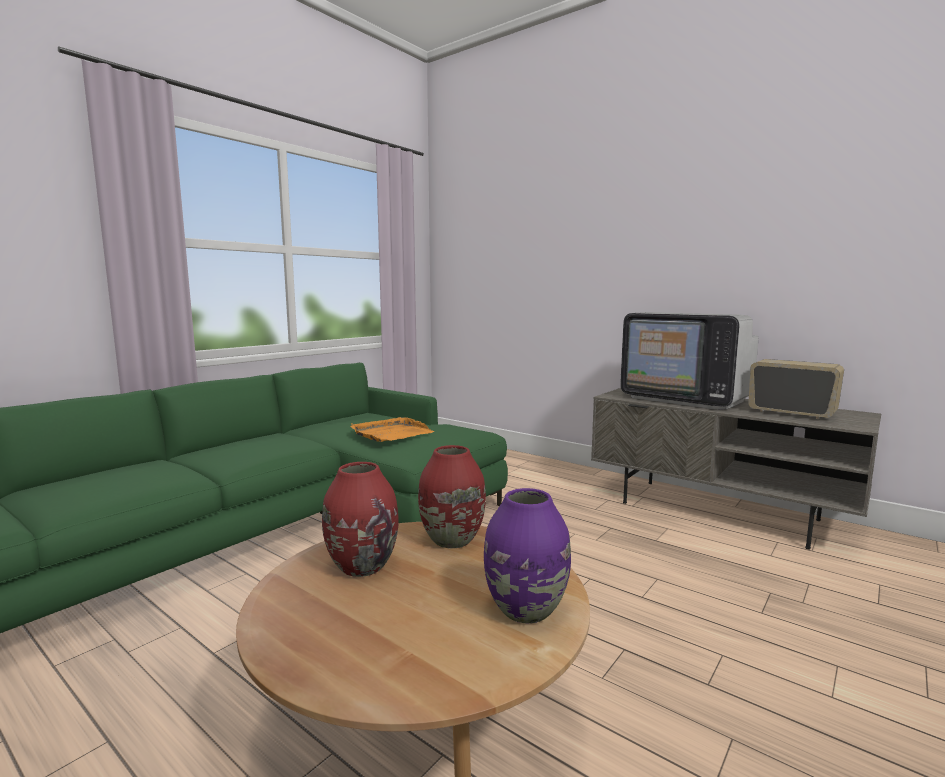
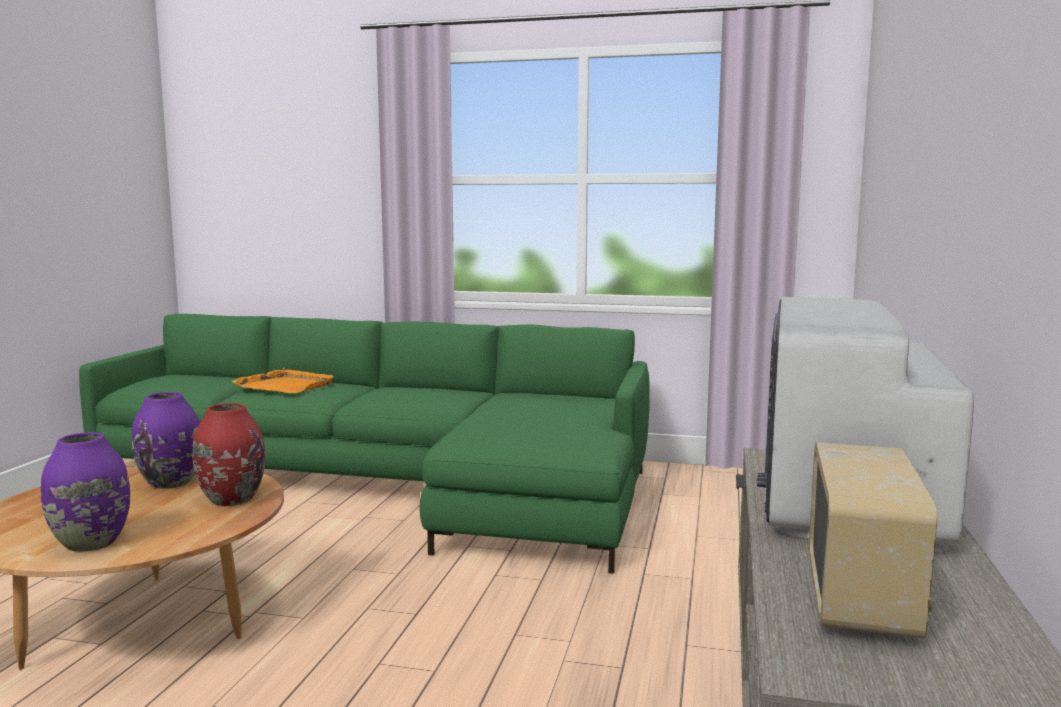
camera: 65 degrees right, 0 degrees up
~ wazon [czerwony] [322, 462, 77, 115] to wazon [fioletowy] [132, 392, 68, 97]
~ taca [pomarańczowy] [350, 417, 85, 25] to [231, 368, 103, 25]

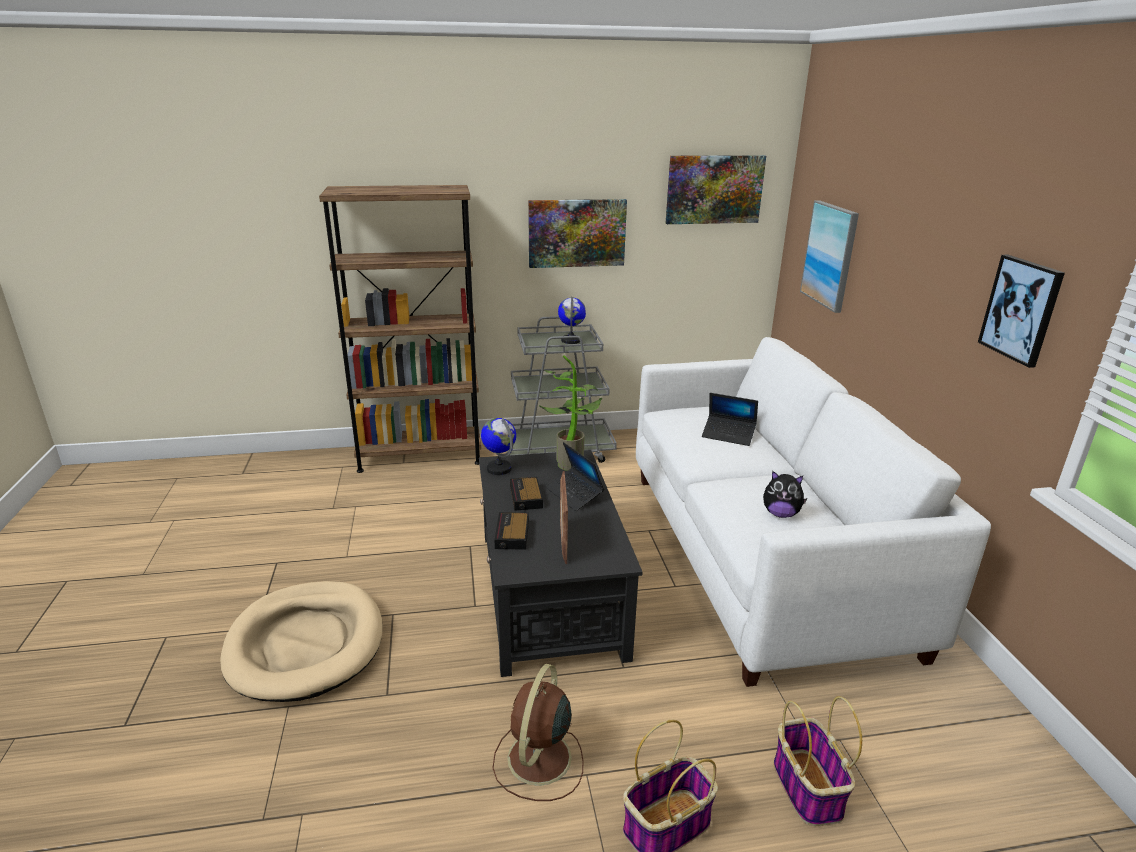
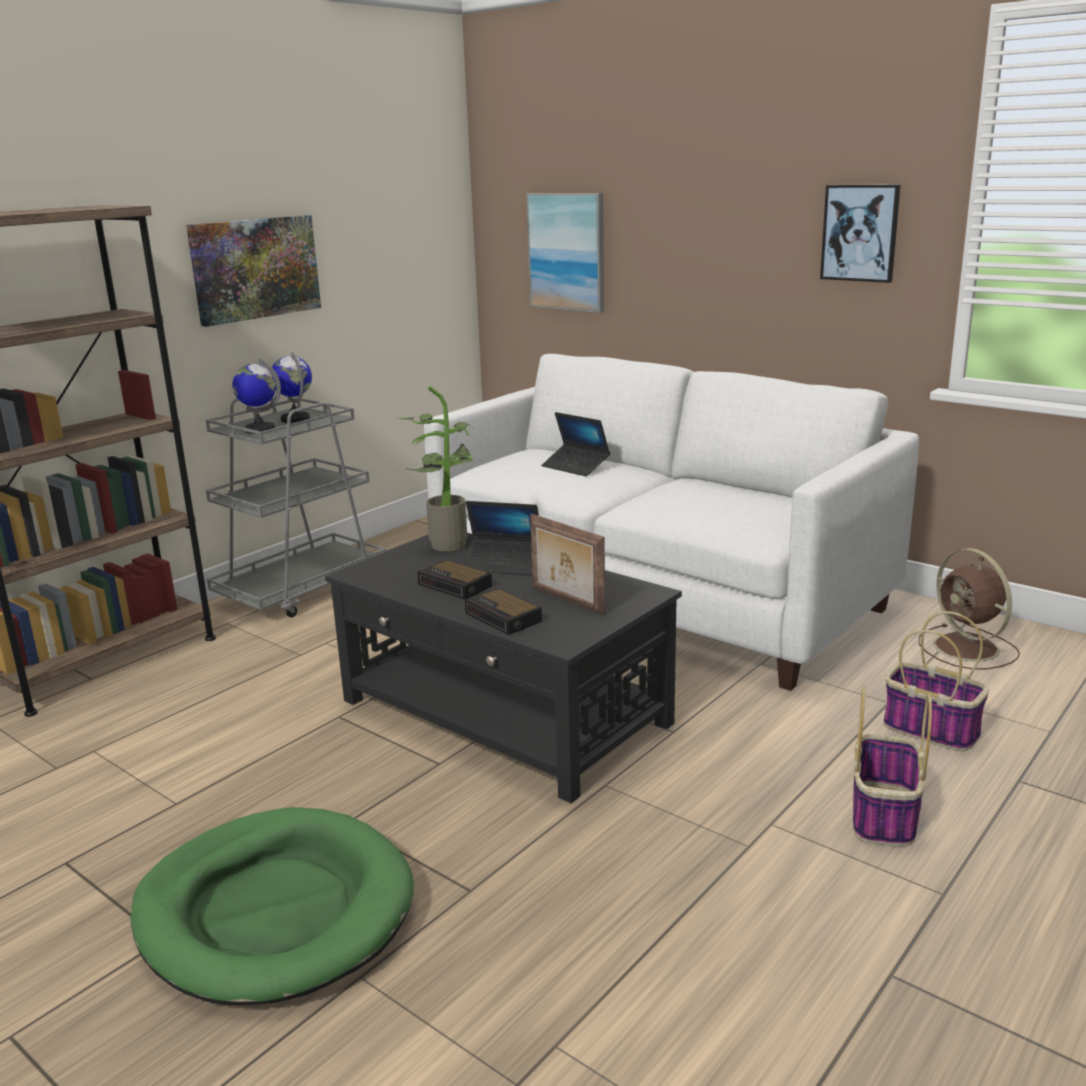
camera: 40 degrees left, 5 degrees down
~ legowisko [beżowy] [220, 581, 163, 121] to legowisko [zielony] [130, 807, 284, 198]
~ globus [481, 418, 35, 57] to [232, 359, 49, 75]
~ wentylator [brązowy] [492, 664, 92, 137] to [919, 548, 101, 121]
- obraz [666, 155, 100, 69]
~ laptop [702, 393, 56, 53] = [541, 412, 69, 64] 60 degrees clockwise
- pluszak [763, 471, 44, 47]

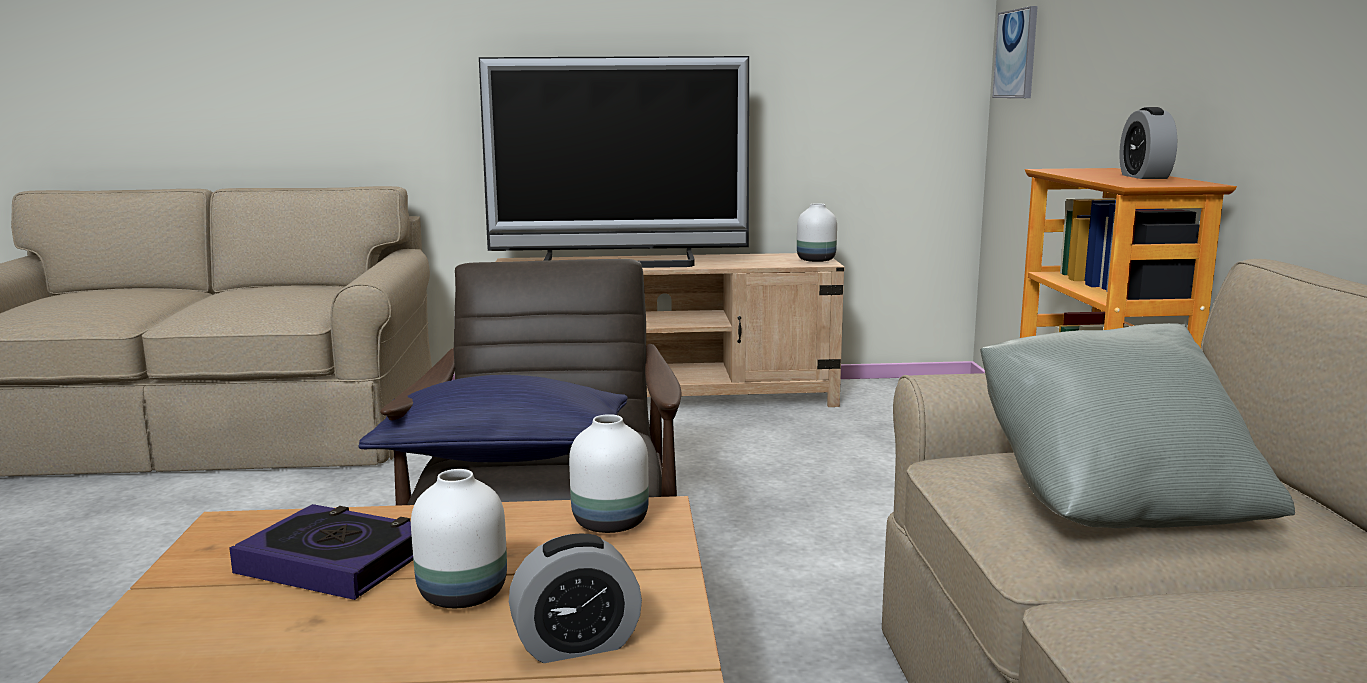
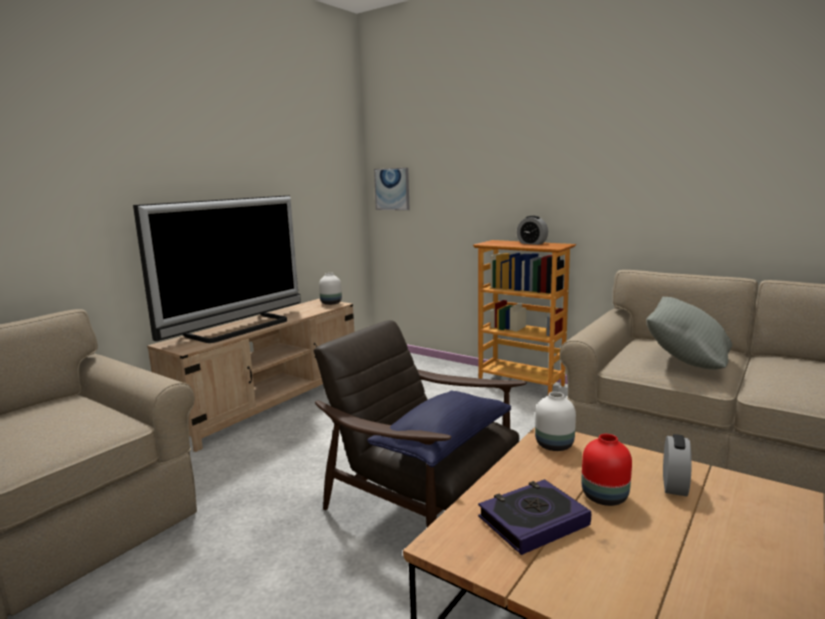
camera: 50 degrees left, 0 degrees up
~ wazon [biały] [411, 469, 96, 139] to wazon [czerwony] [581, 434, 51, 72]

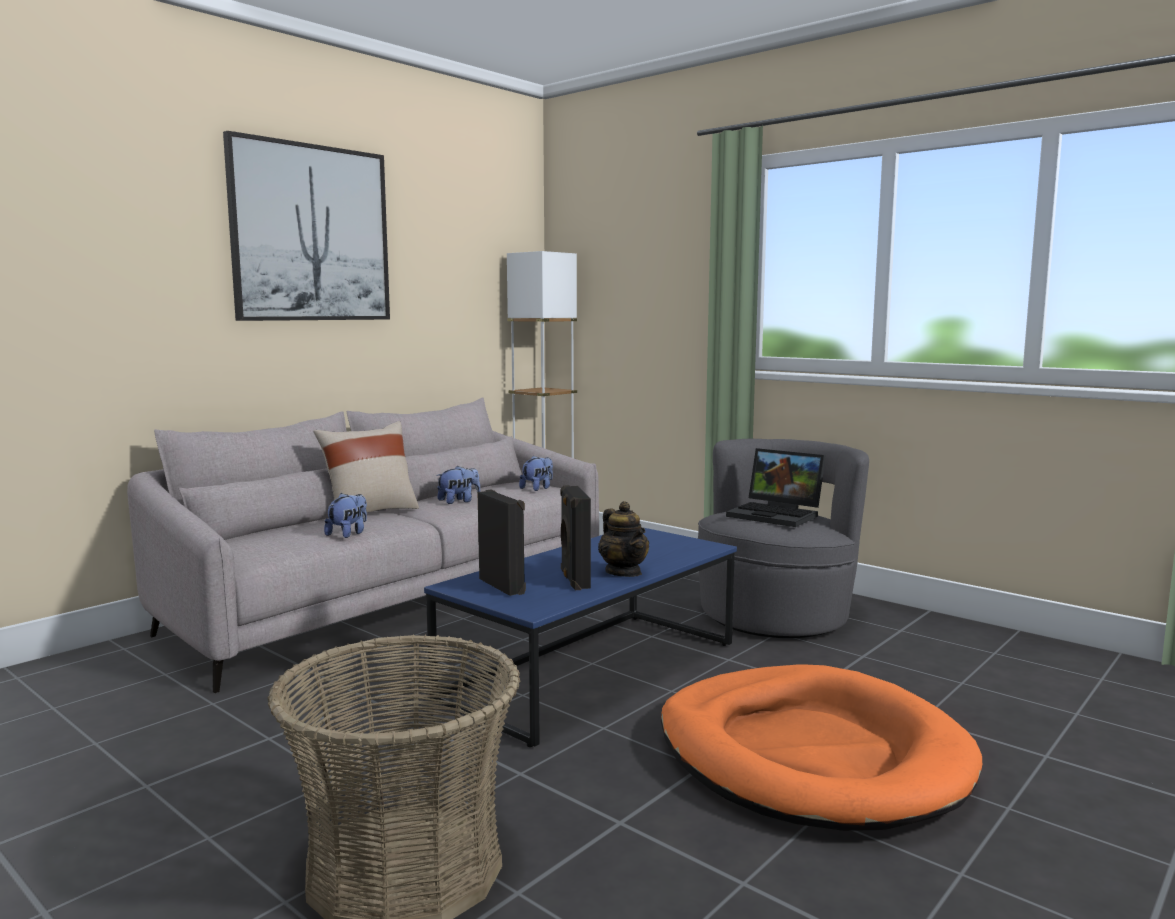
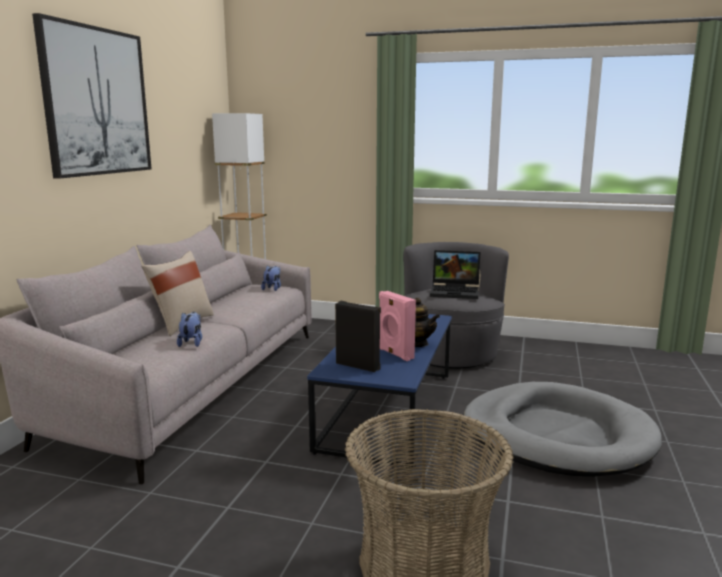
camera: 25 degrees left, 5 degrees up
- pluszak [436, 466, 44, 38]
~ głośnik [czarny] [560, 485, 31, 105] to głośnik [różowy] [379, 291, 37, 70]
~ legowisko [pomarańczowy] [661, 664, 321, 167] to legowisko [szary] [464, 382, 198, 95]

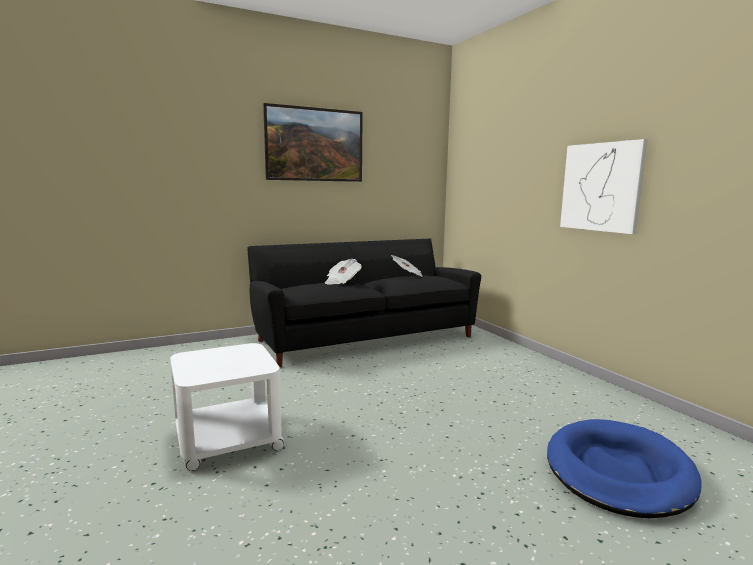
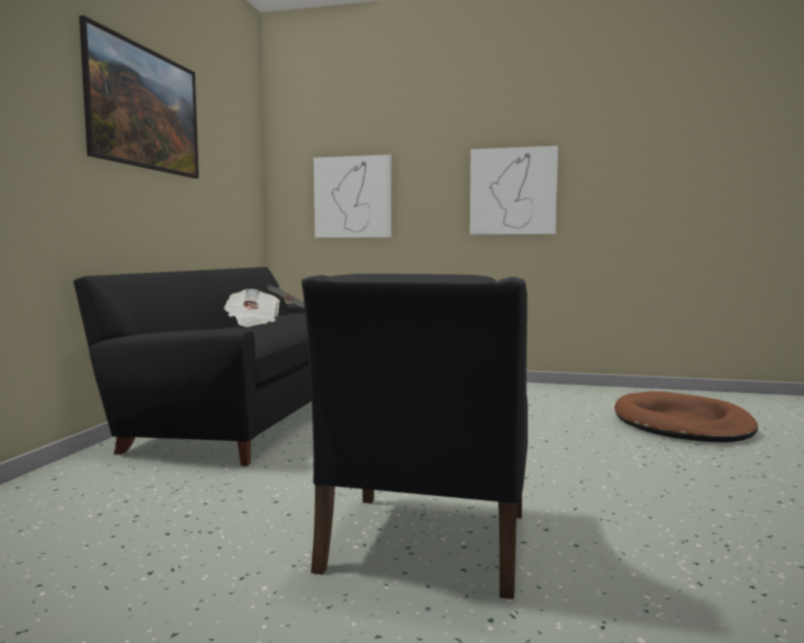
camera: 50 degrees left, 5 degrees down
~ stolik [biały] [170, 343, 115, 128] to fotel [czarny] [302, 274, 226, 325]
~ legowisko [niebieski] [547, 419, 155, 99] to legowisko [brązowy] [614, 391, 144, 52]
+ obraz [314, 155, 78, 83]

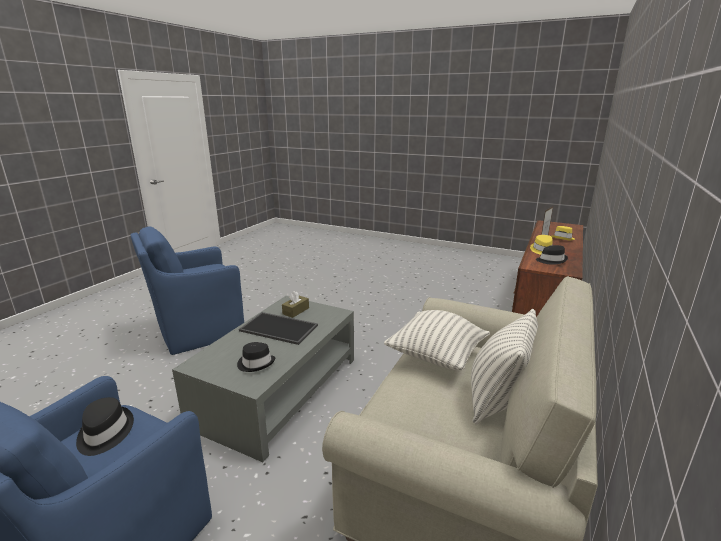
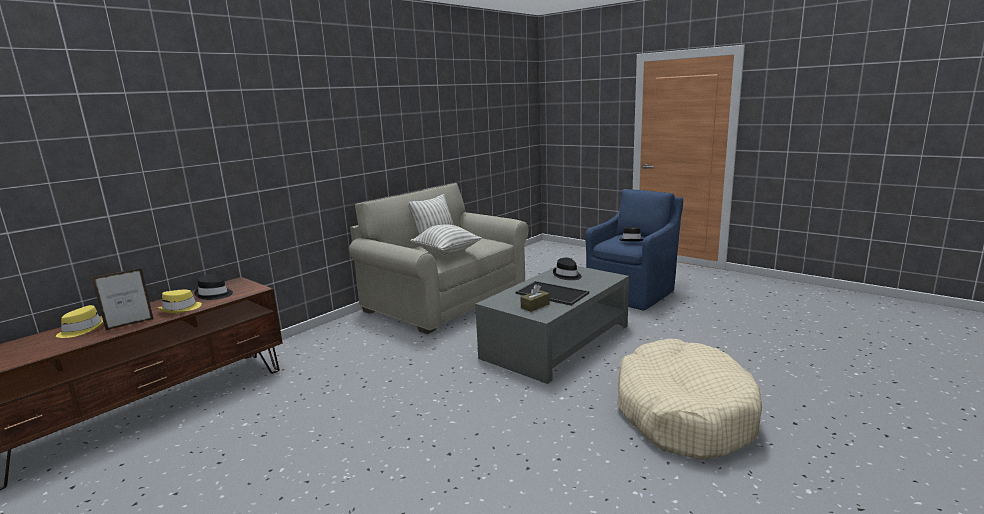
camera: 165 degrees left, 5 degrees down
~ fotel [niebieski] [130, 226, 114, 129] to legowisko [beżowy] [617, 339, 145, 121]

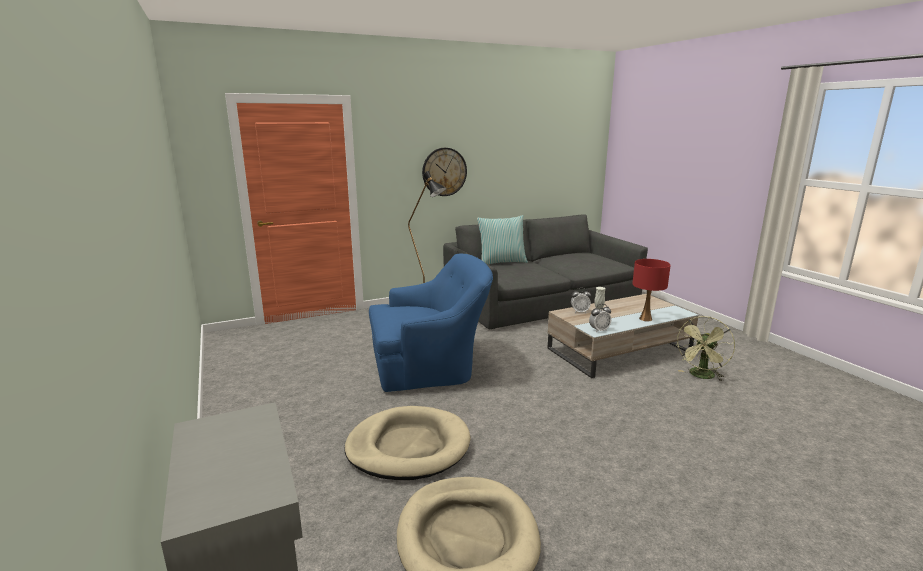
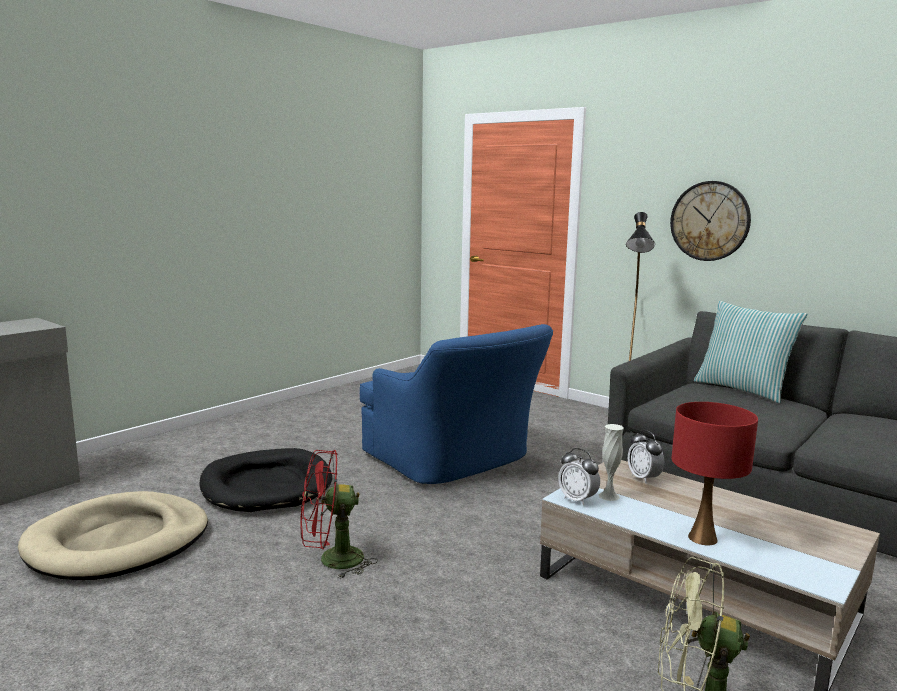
camera: 65 degrees right, 5 degrees down
~ legowisko [beżowy] [344, 406, 127, 74] to legowisko [czarny] [199, 448, 133, 64]
+ wentylator [czerwony] [300, 450, 78, 129]

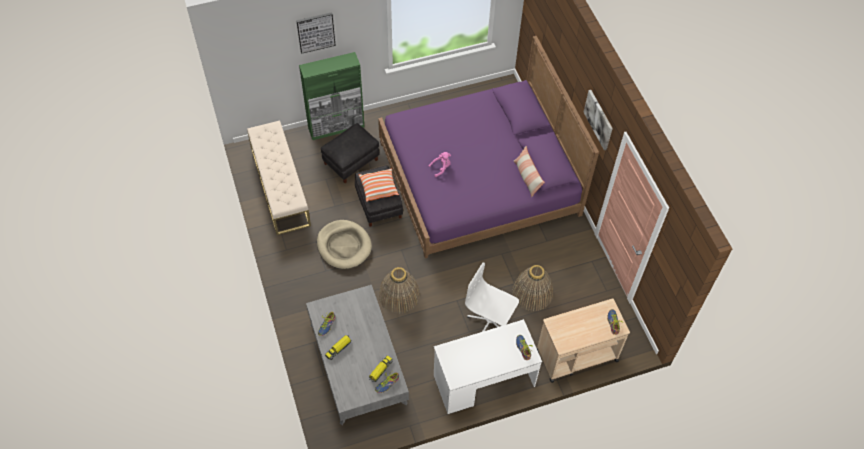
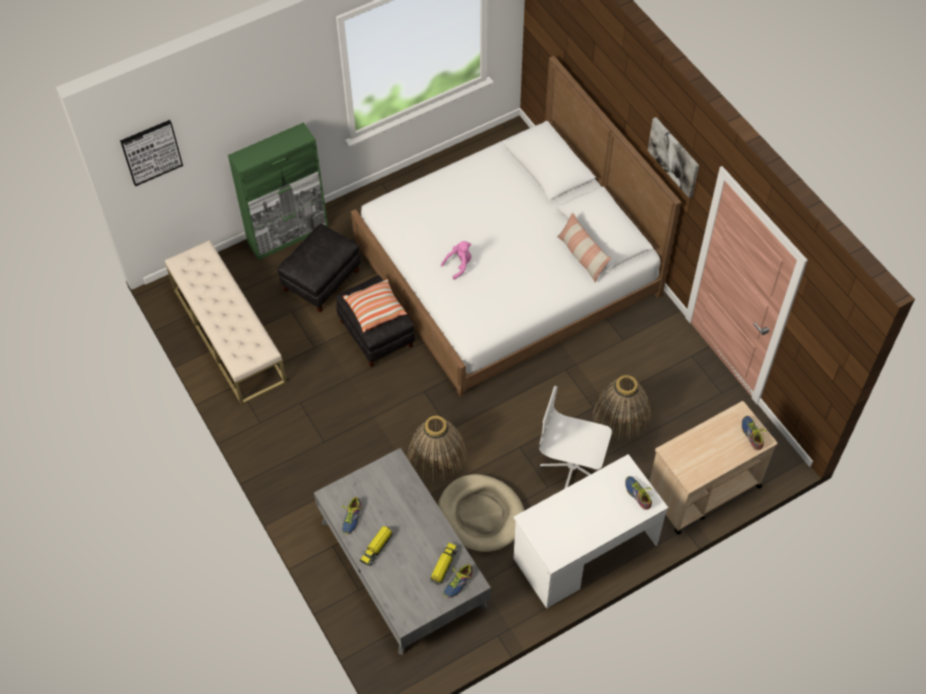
camera: 10 degrees left, 0 degrees up
~ obraz [296, 12, 40, 42] to [120, 120, 63, 66]
~ legowisko [beżowy] [317, 220, 55, 49] to [438, 474, 86, 78]
~ łóżko [fioletowy] [378, 36, 221, 222] to łóżko [biały] [351, 56, 330, 341]

